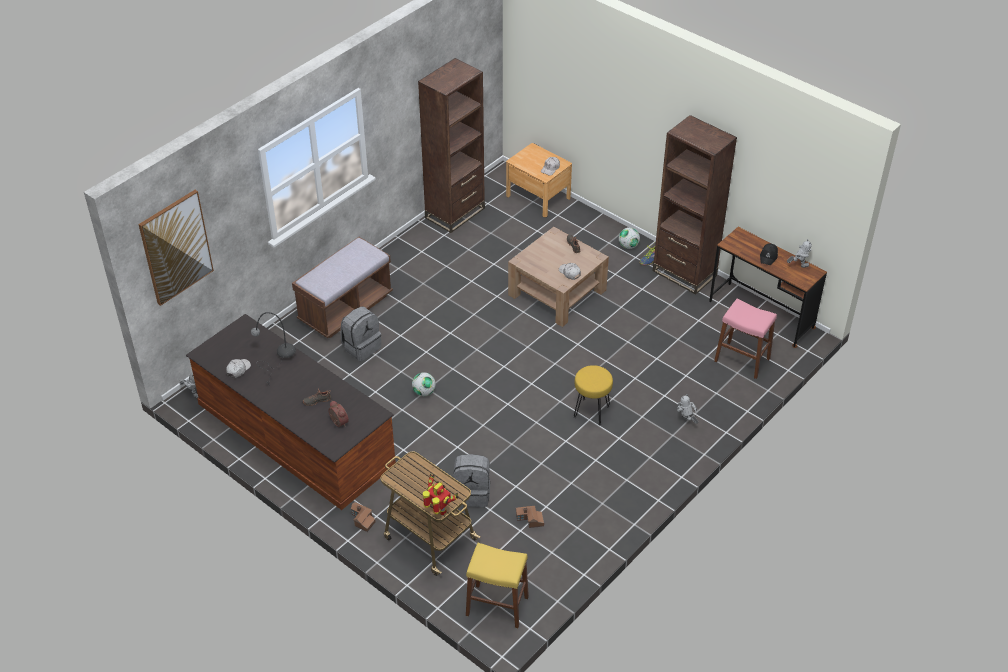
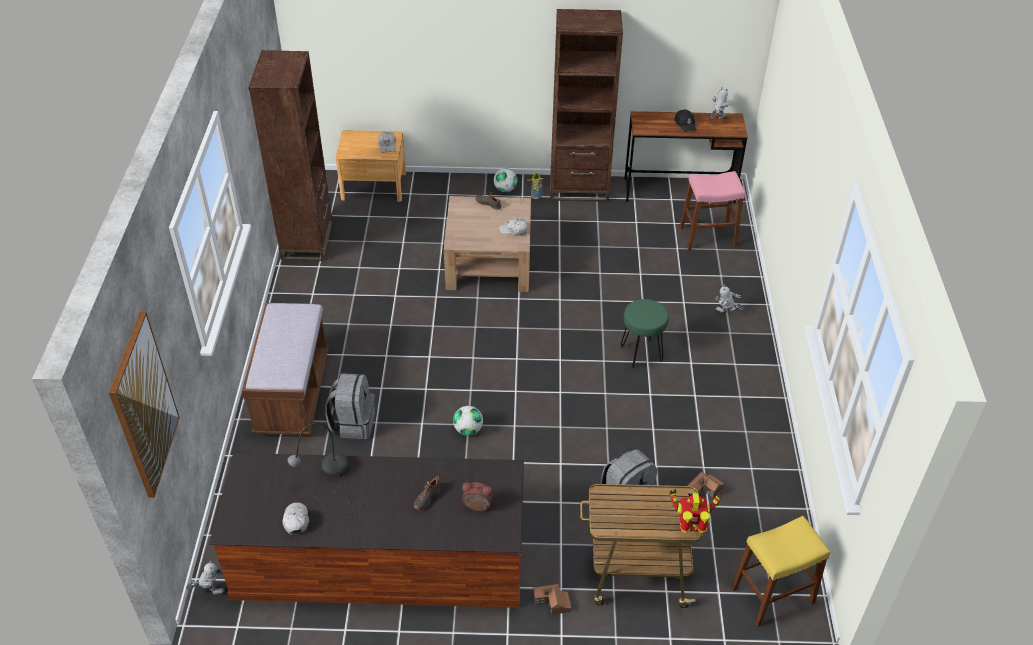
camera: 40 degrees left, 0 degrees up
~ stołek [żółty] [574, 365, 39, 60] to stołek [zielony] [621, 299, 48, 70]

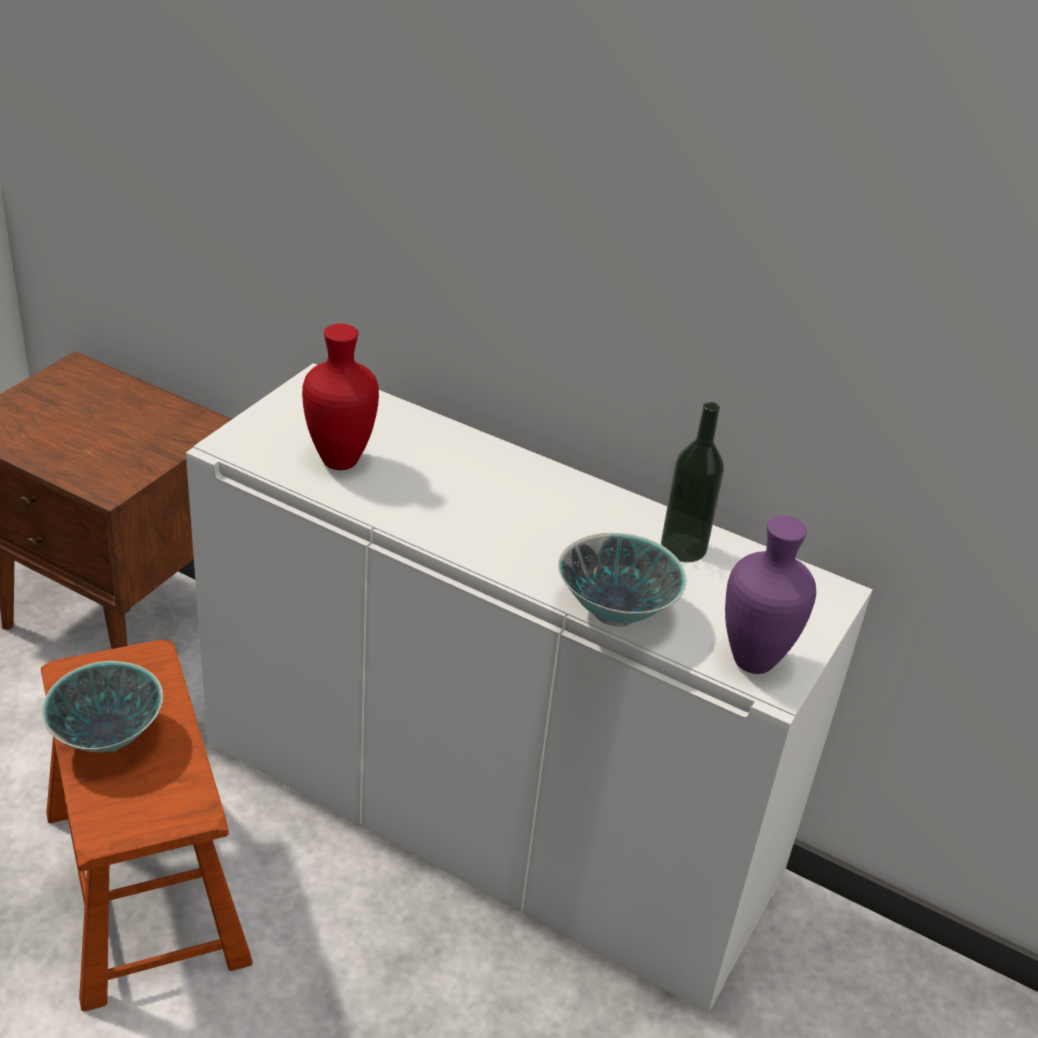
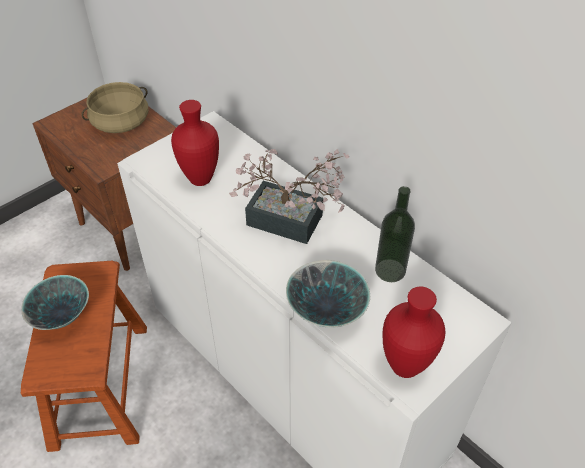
camera: 20 degrees right, 10 degrees up
~ wazon [fioletowy] [725, 516, 91, 158] to wazon [czerwony] [382, 286, 64, 92]
+ garnek [beżowy] [81, 82, 67, 51]
+ roślina doniczkowa [229, 149, 120, 95]

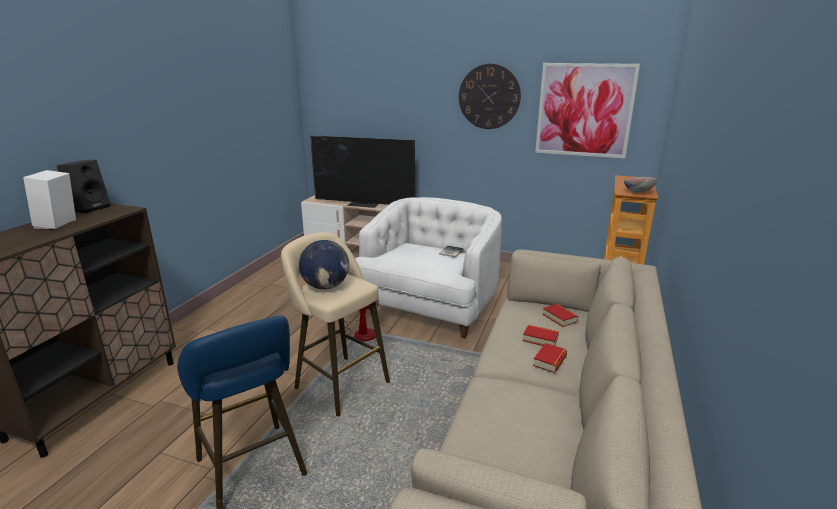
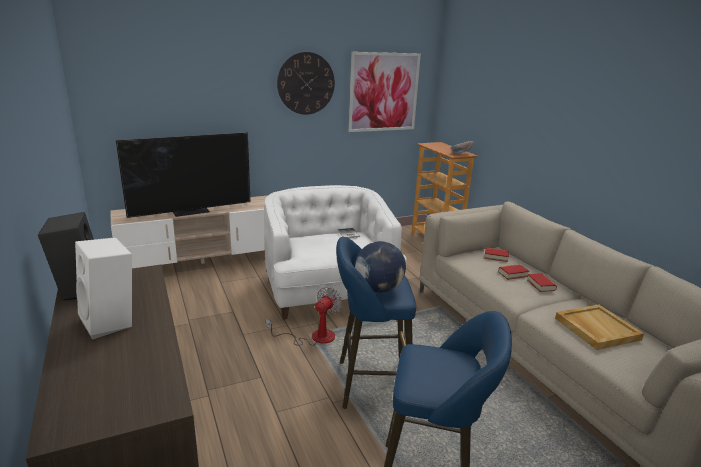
camera: 45 degrees left, 0 degrees up
~ stołek [beżowy] [281, 232, 109, 185] to stołek [niebieski] [336, 237, 80, 172]
+ taca [beżowy] [555, 305, 89, 45]

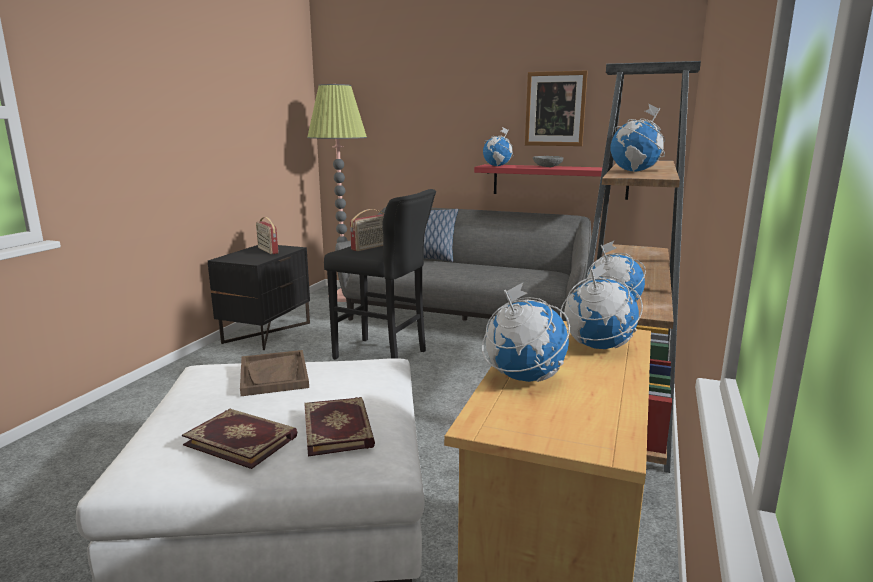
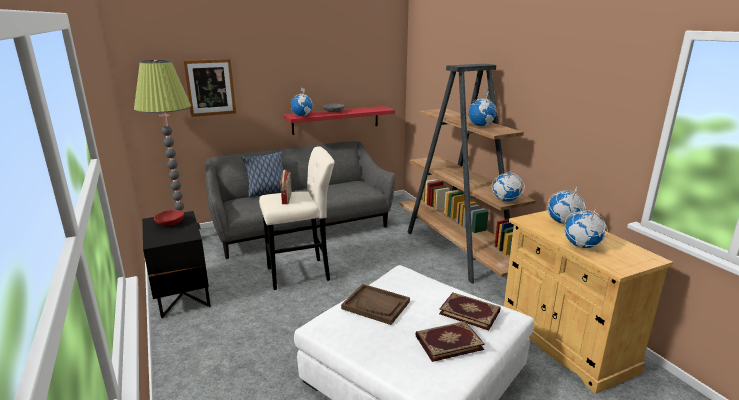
camera: 45 degrees left, 5 degrees up
~ radio [256, 217, 23, 37] to miska [czerwony] [154, 210, 30, 16]
~ stołek [czarny] [324, 189, 112, 171] to stołek [beżowy] [259, 146, 76, 144]
~ obraz [525, 71, 63, 75] to [183, 59, 53, 58]

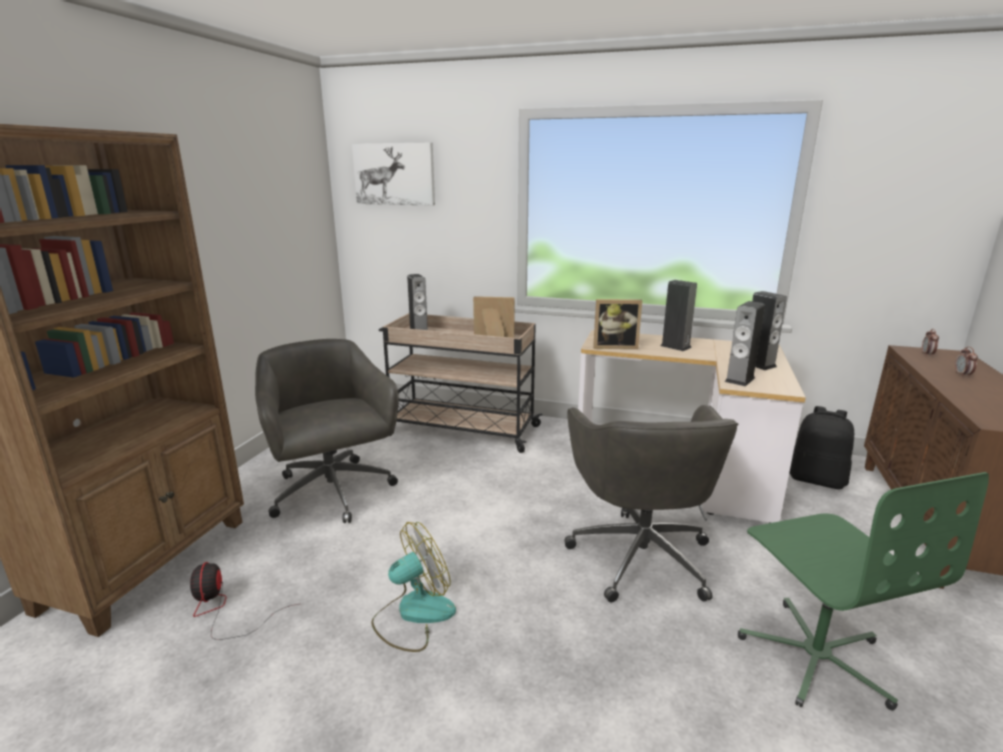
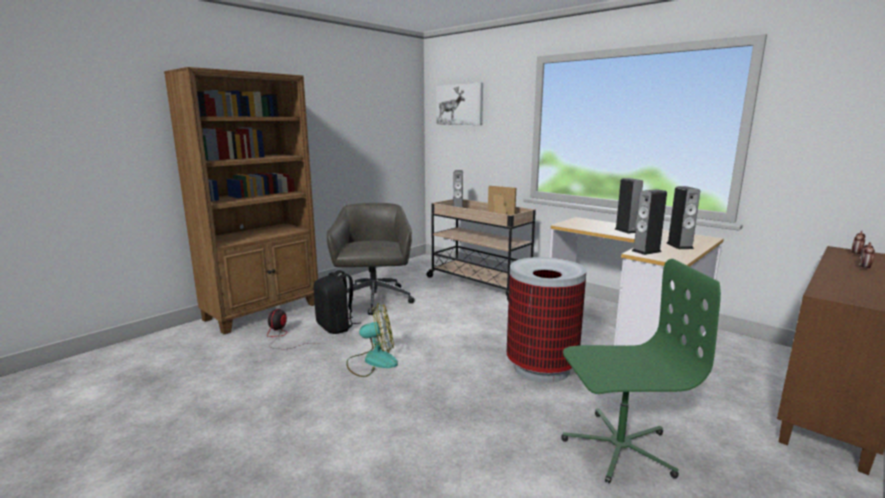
camera: 25 degrees right, 5 degrees down
~ krzesło biurowe [szary] [564, 405, 174, 198] to kosz na śmieci [507, 257, 79, 126]
- ramka na zdjęcie [593, 299, 49, 50]
~ krzesło biurowe [zielony] [738, 472, 251, 238] = [561, 259, 160, 225] 105 degrees counterclockwise
~ plecak [czarny] [789, 406, 65, 84] to [314, 270, 47, 64]

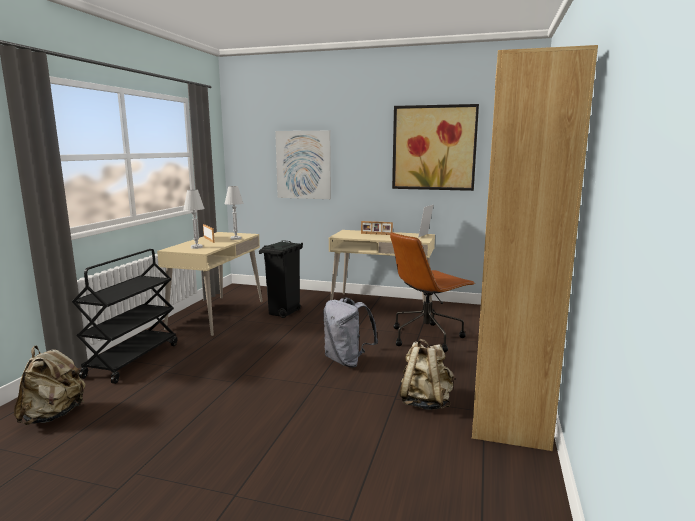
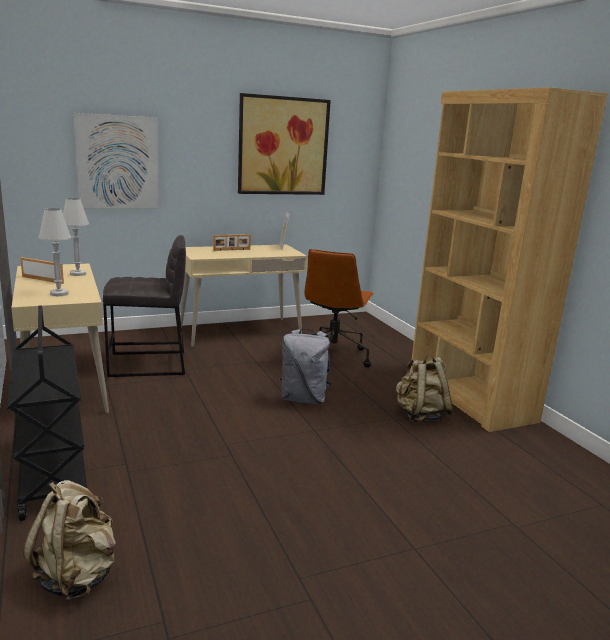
camera: 40 degrees left, 5 degrees up
~ kosz na śmieci [czarny] [259, 240, 44, 78] to stołek [szary] [103, 235, 83, 142]

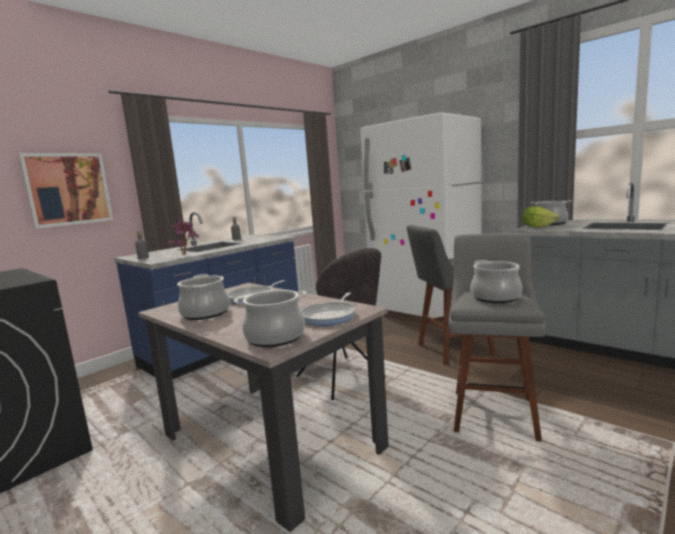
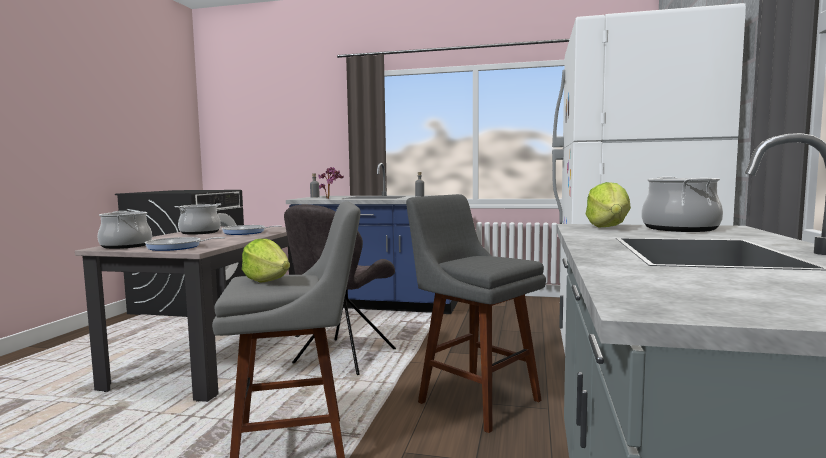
camera: 60 degrees right, 5 degrees down
- obraz [18, 153, 95, 76]
~ garnek [470, 260, 52, 43] to sałata [242, 239, 48, 44]

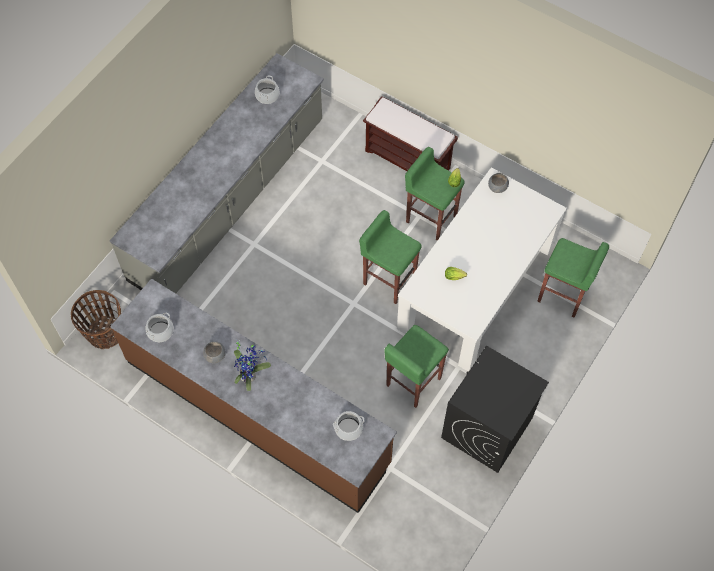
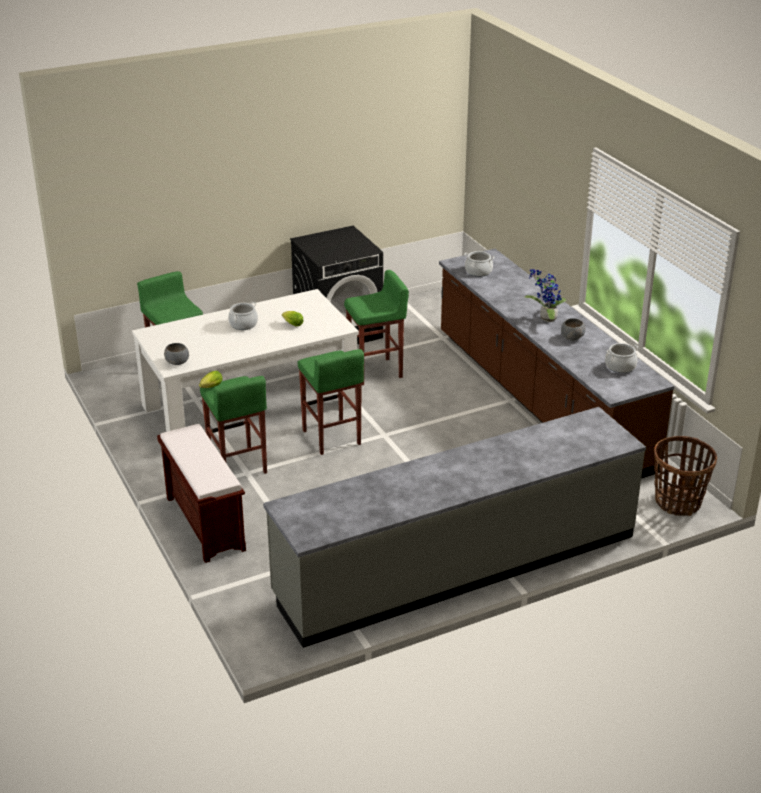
camera: 150 degrees left, 30 degrees down
~ garnek [255, 76, 24, 28] to [228, 302, 30, 28]

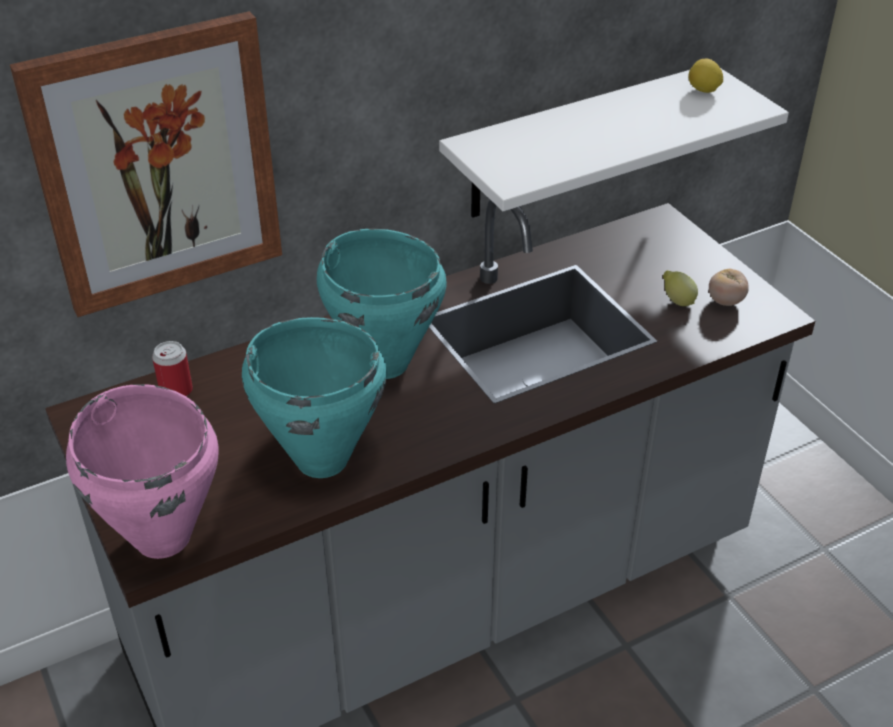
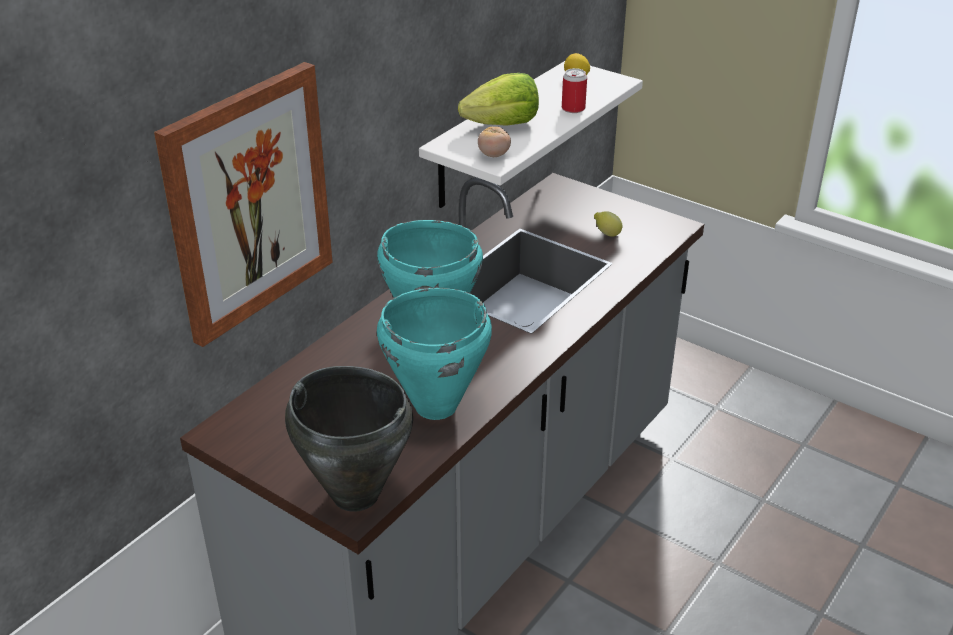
camera: 25 degrees left, 5 degrees down
~ garnek [różowy] [66, 384, 153, 175] to garnek [czarny] [285, 366, 128, 146]
~ puszka [152, 341, 41, 56] to [562, 68, 25, 45]
~ pomidor [709, 269, 40, 37] to [478, 127, 33, 30]
+ sałata [458, 73, 81, 53]

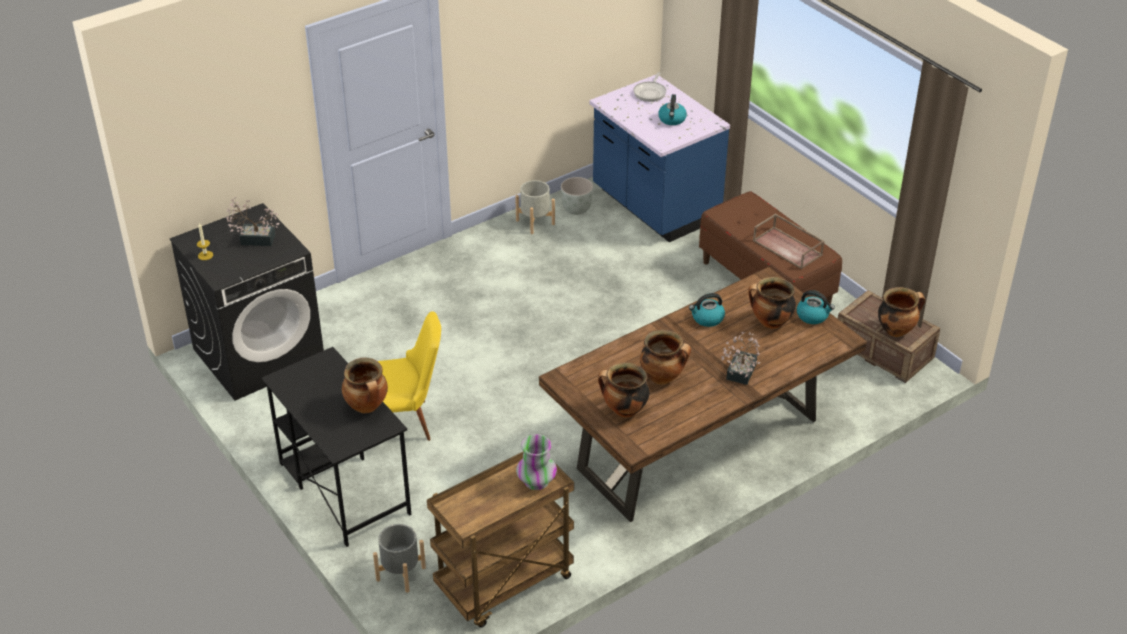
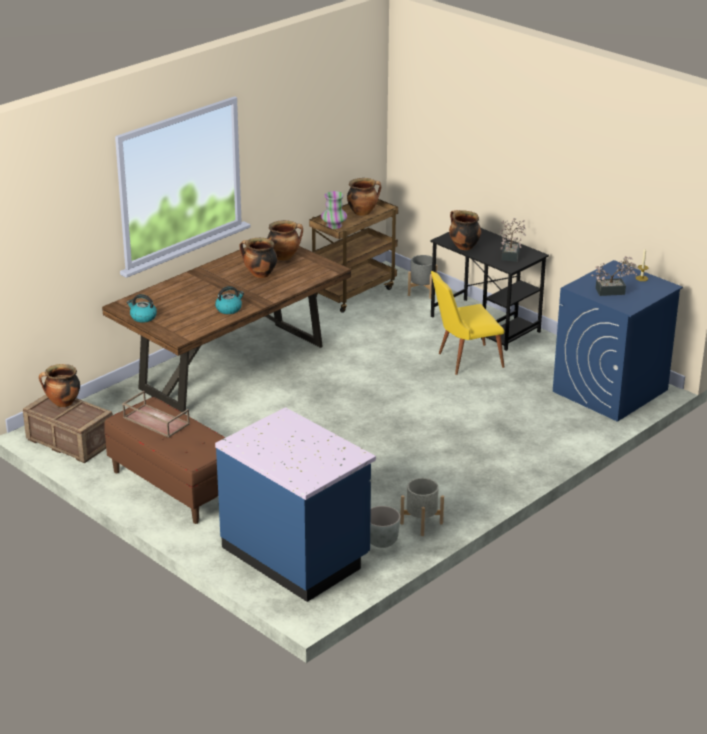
camera: 170 degrees right, 10 degrees down
~ pralka [czarny] [170, 203, 154, 197] to pralka [niebieski] [553, 260, 130, 162]
- patelnia [633, 72, 33, 30]
- czajnik [658, 94, 29, 31]
~ roślina doniczkowa [721, 332, 39, 53] to [498, 218, 28, 44]
~ garnek [748, 277, 48, 52] to [347, 178, 34, 38]

